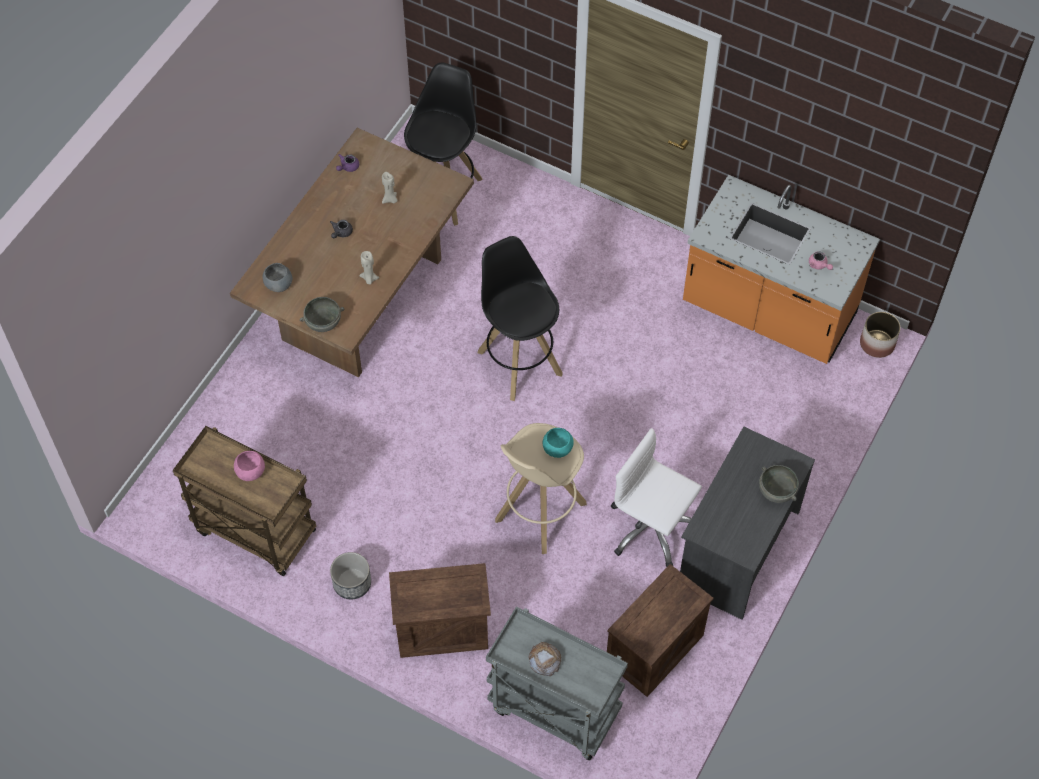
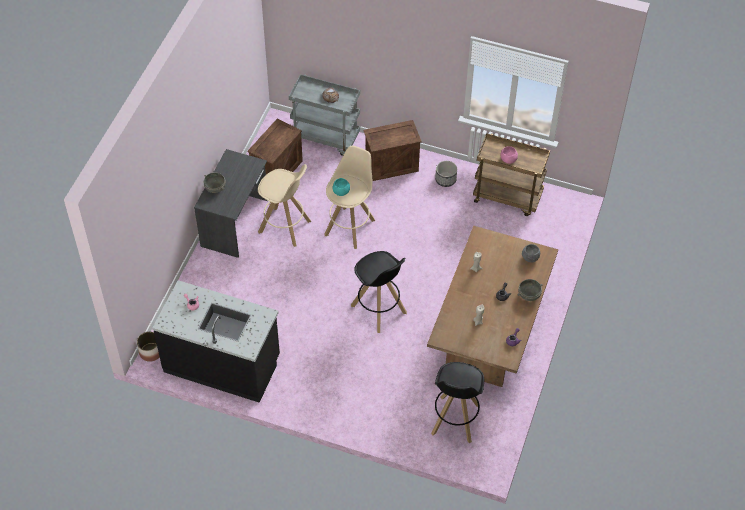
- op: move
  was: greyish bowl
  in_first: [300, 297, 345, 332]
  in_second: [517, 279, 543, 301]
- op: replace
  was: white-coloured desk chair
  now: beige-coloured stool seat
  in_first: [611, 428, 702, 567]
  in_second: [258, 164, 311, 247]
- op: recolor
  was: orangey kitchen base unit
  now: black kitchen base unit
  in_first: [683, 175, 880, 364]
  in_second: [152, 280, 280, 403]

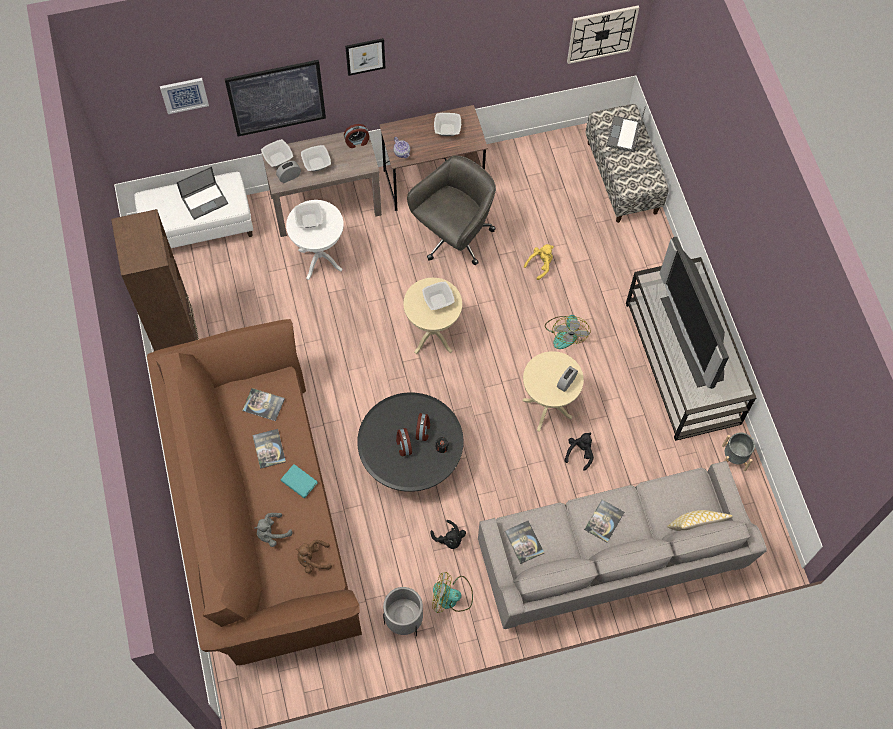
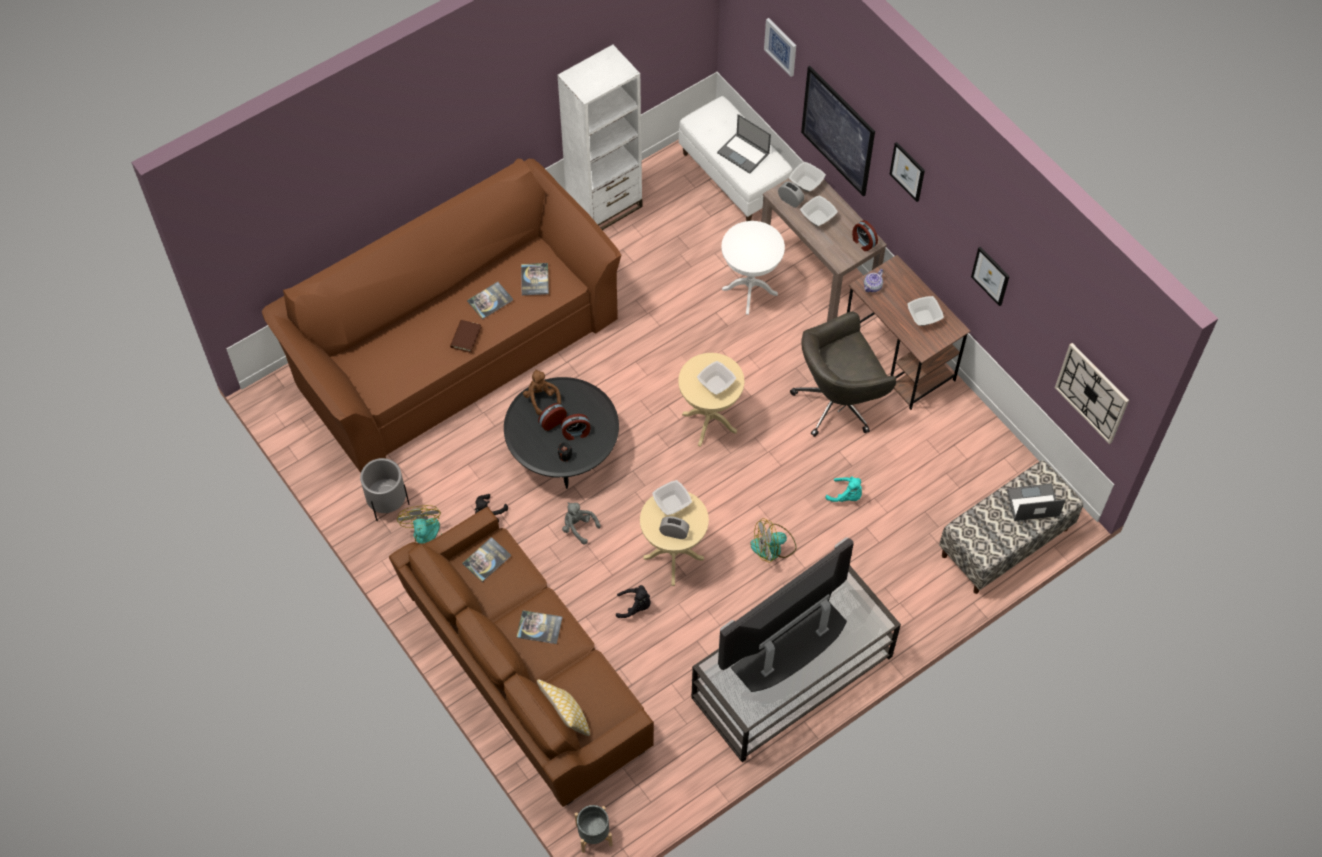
- op: insert
  now: wall art
  in_second: [971, 247, 1010, 306]
- op: move
  was: greyish cuddly toy
  in_first: [254, 513, 293, 547]
  in_second: [562, 502, 601, 544]
- op: move
  was: bowl
  in_first: [294, 203, 323, 228]
  in_second: [652, 480, 692, 515]
- op: move
  was: brown cuddly toy
  in_first: [296, 540, 332, 573]
  in_second: [523, 369, 561, 415]
- op: move
  was: greyish flower pot
  in_first: [722, 433, 755, 471]
  in_second: [575, 805, 612, 853]
- op: recolor
  was: brown bookcase
  now: white-coloured bookcase
  in_first: [111, 209, 199, 351]
  in_second: [557, 45, 642, 230]
- op: recolor
  was: turquoise volume
  now: brown volume
  in_first: [281, 464, 317, 498]
  in_second: [450, 320, 481, 353]
- op: recolor
  was: greyish sofa
  now: brown sofa
  in_first: [478, 461, 767, 629]
  in_second: [389, 507, 654, 807]
- op: recolor
  was: yellow cuddly toy
  now: turquoise cuddly toy
  in_first: [524, 244, 554, 280]
  in_second: [826, 477, 862, 502]
- op: rotate
  was: greyish desk chair
  in_first: [407, 155, 496, 265]
  in_second: [790, 312, 896, 437]
  clockwise: 135

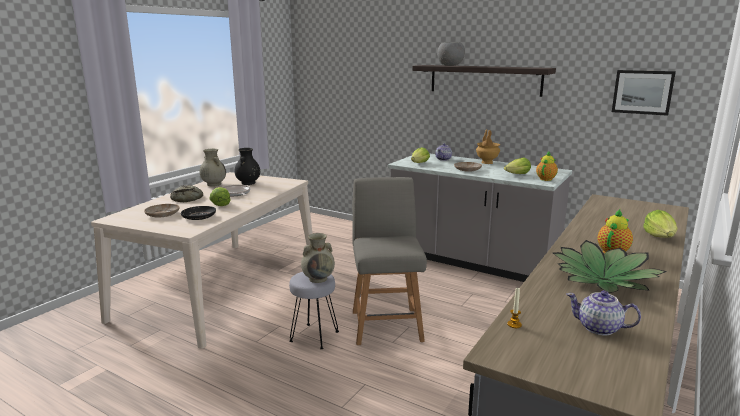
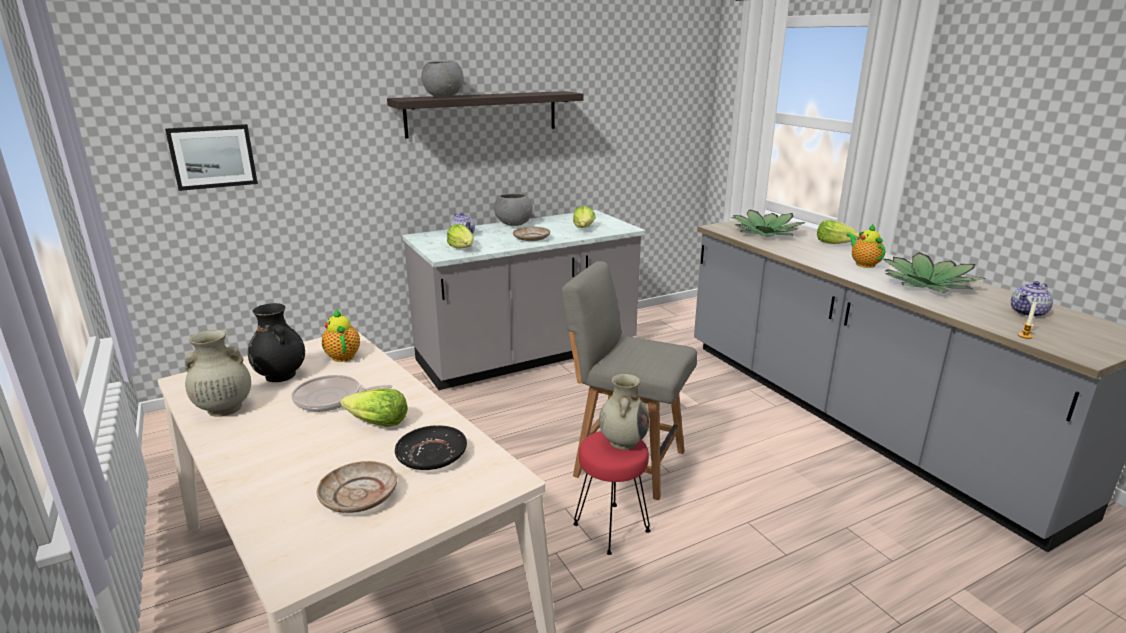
- op: delete
  was: bread
  in_first: [170, 185, 203, 202]
- op: insert
  now: plant in a pot
  in_second: [731, 209, 806, 237]
- op: move
  was: teapot
  in_first: [536, 152, 558, 181]
  in_second: [322, 308, 360, 362]
- op: move
  was: wall art
  in_first: [612, 70, 676, 116]
  in_second: [165, 124, 258, 191]
- op: replace
  was: brown vase
  now: greyish bowl
  in_first: [476, 129, 500, 164]
  in_second: [494, 193, 533, 226]
- op: recolor
  was: greyish stool seat
  now: reddish stool seat
  in_first: [289, 272, 339, 349]
  in_second: [573, 431, 651, 555]

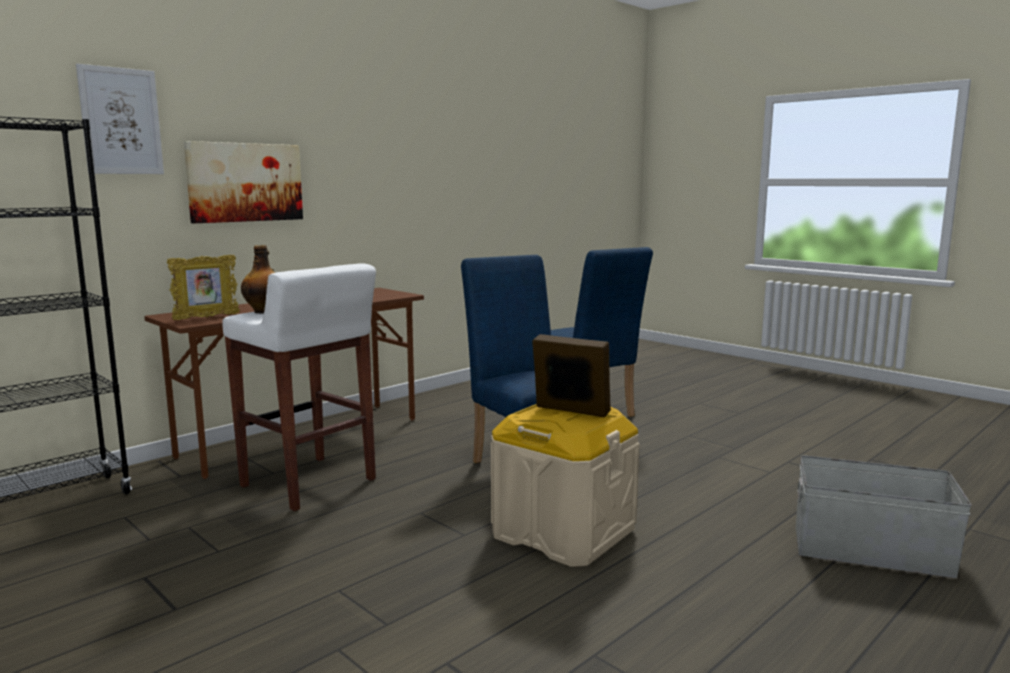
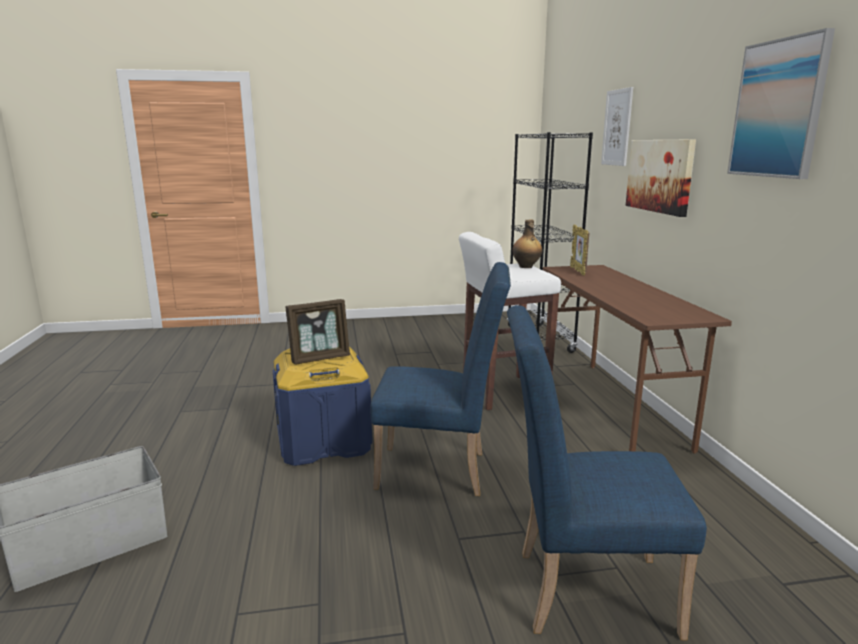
- op: insert
  now: wall art
  in_second: [727, 28, 835, 179]
- op: recolor
  was: beige-coloured storage bin
  now: blue-coloured storage bin
  in_first: [491, 404, 640, 567]
  in_second: [273, 346, 372, 466]

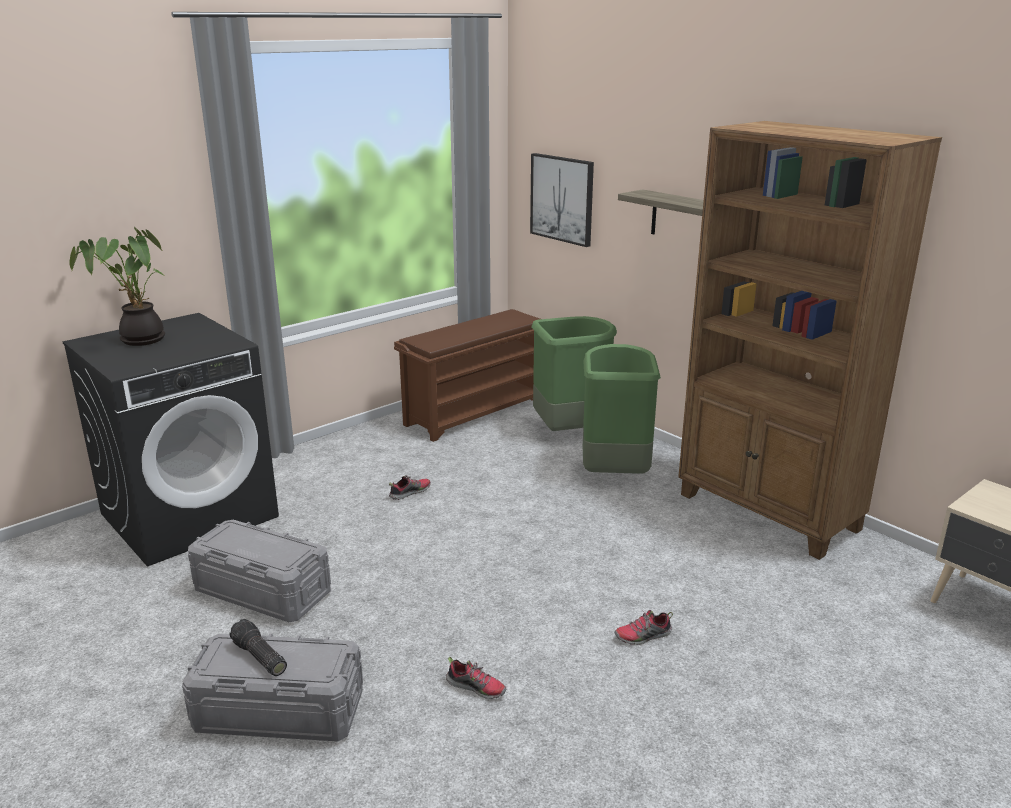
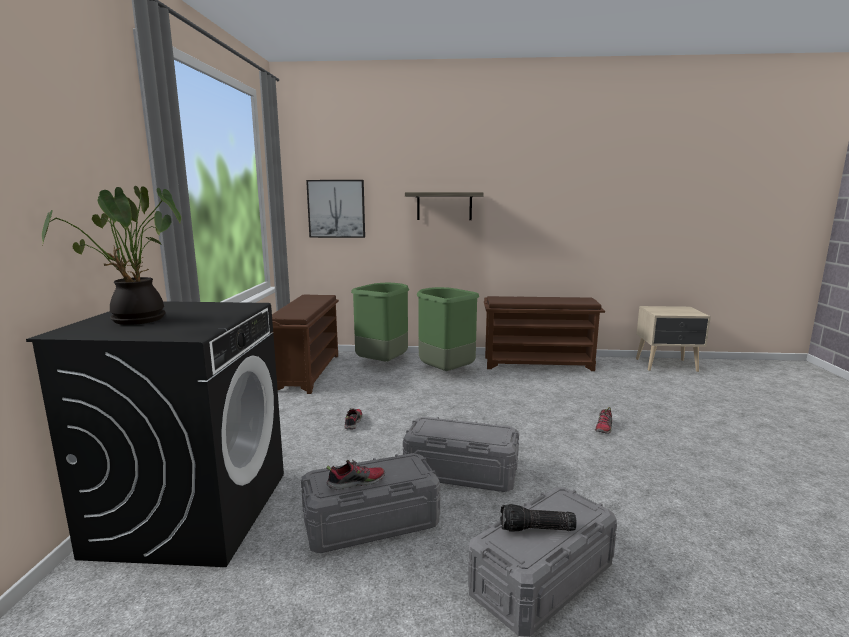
- op: insert
  now: greyish storage bin
  in_second: [403, 417, 519, 492]
- op: move
  was: low shoe
  in_first: [446, 657, 506, 699]
  in_second: [326, 459, 385, 490]
- op: replace
  was: brown bookcase
  now: brown shoe stand
  in_first: [678, 121, 942, 560]
  in_second: [484, 296, 605, 371]

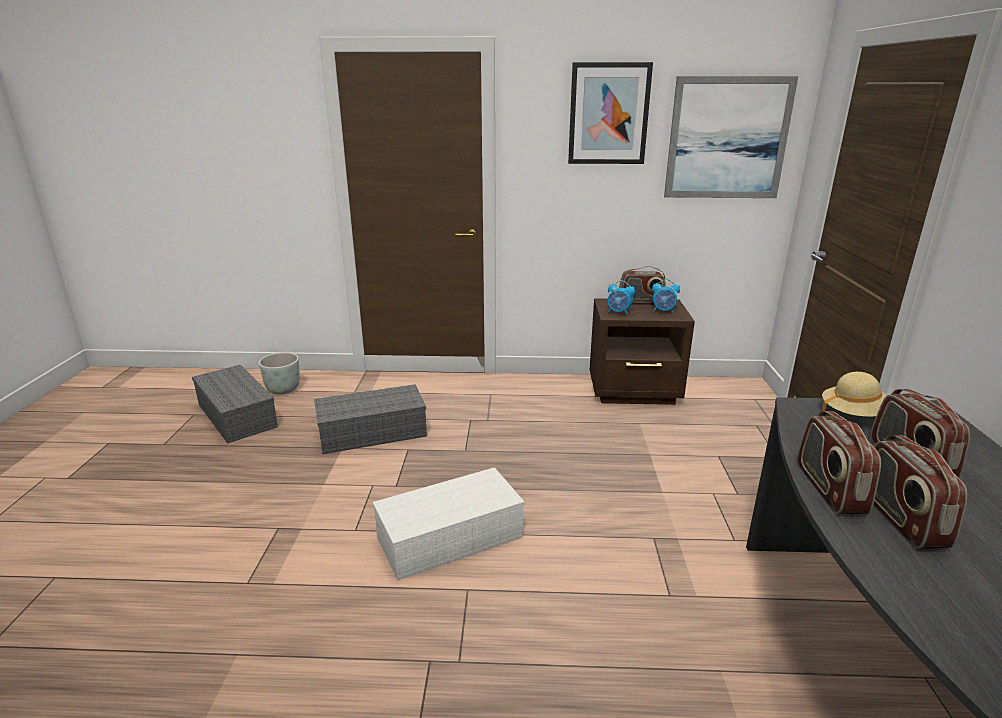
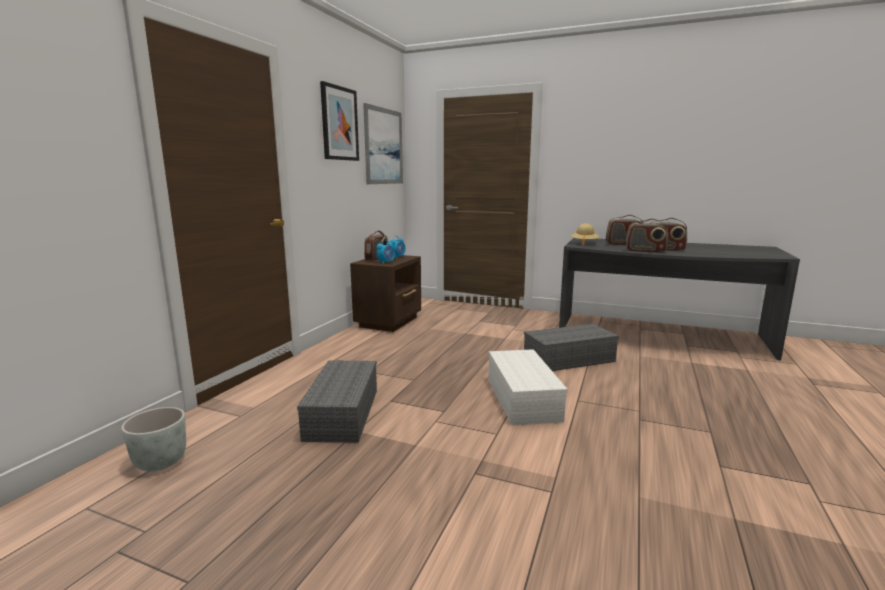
- op: move
  was: greyish storage bin
  in_first: [192, 365, 278, 443]
  in_second: [524, 324, 619, 371]

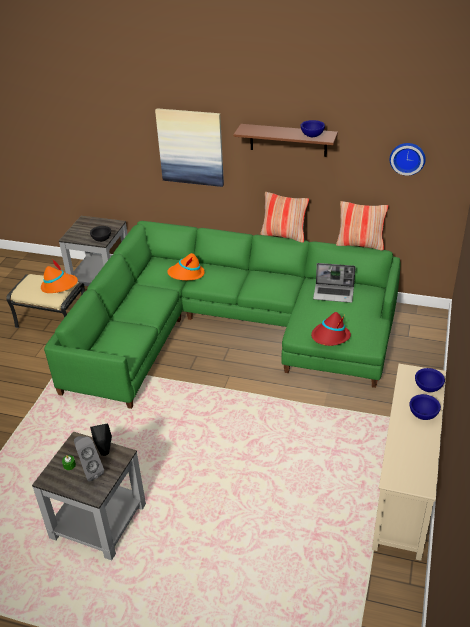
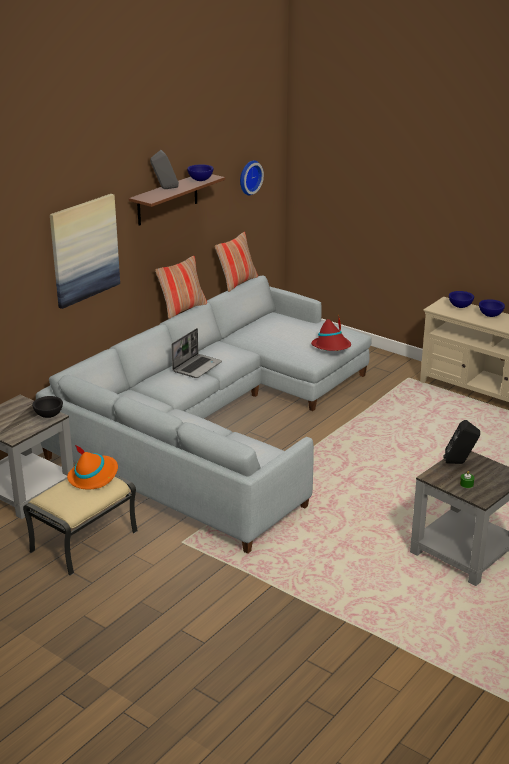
- op: delete
  was: orangey wearable hat
  in_first: [167, 253, 205, 280]
- op: move
  was: greyish loudspeaker
  in_first: [74, 436, 104, 481]
  in_second: [150, 150, 179, 189]
- op: move
  was: laptop
  in_first: [313, 263, 356, 303]
  in_second: [172, 328, 222, 378]
- op: recolor
  was: green sofa
  now: greyish sofa
  in_first: [44, 221, 400, 409]
  in_second: [36, 275, 372, 554]

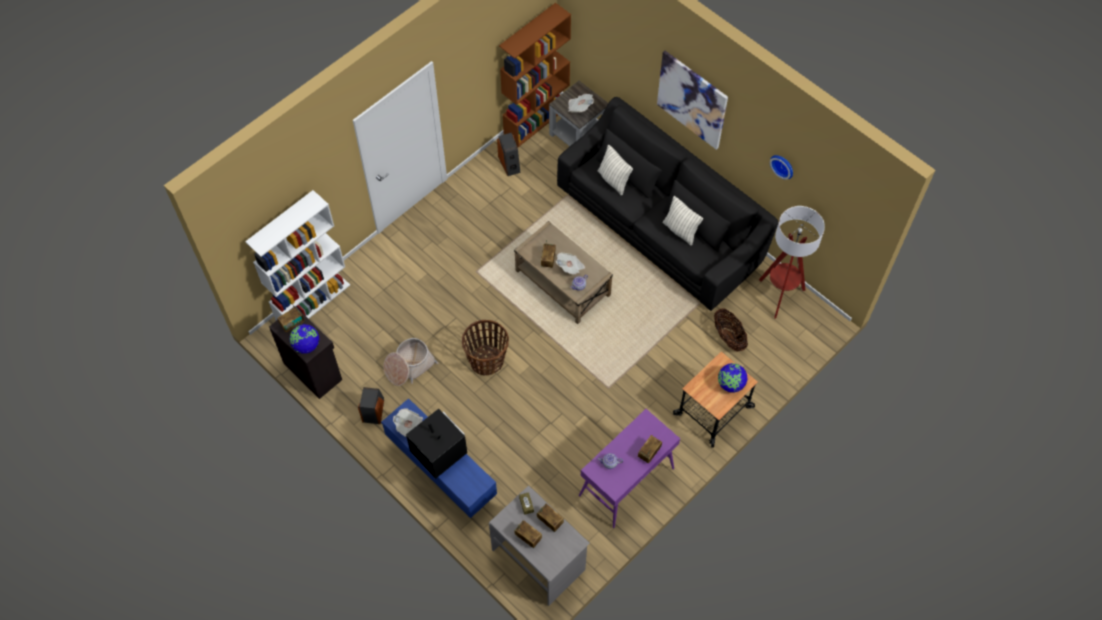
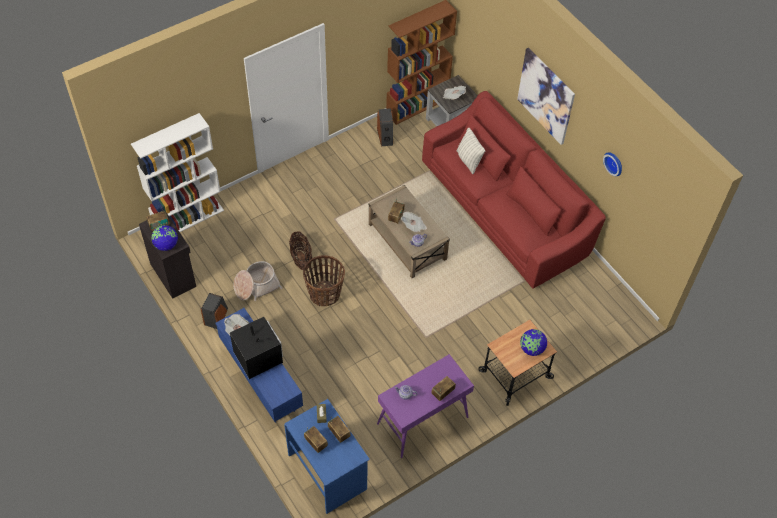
- op: delete
  was: pillow
  in_first: [663, 196, 703, 246]
- op: delete
  was: floor lamp
  in_first: [759, 206, 825, 319]
- op: move
  was: storage basket
  in_first: [714, 308, 748, 352]
  in_second: [289, 231, 312, 270]
- op: recolor
  was: greyish desk unit
  now: blue-coloured desk unit
  in_first: [489, 485, 590, 606]
  in_second: [284, 399, 370, 514]
- op: recolor
  was: black sofa
  now: reddish sofa
  in_first: [557, 97, 778, 311]
  in_second: [422, 91, 606, 289]

